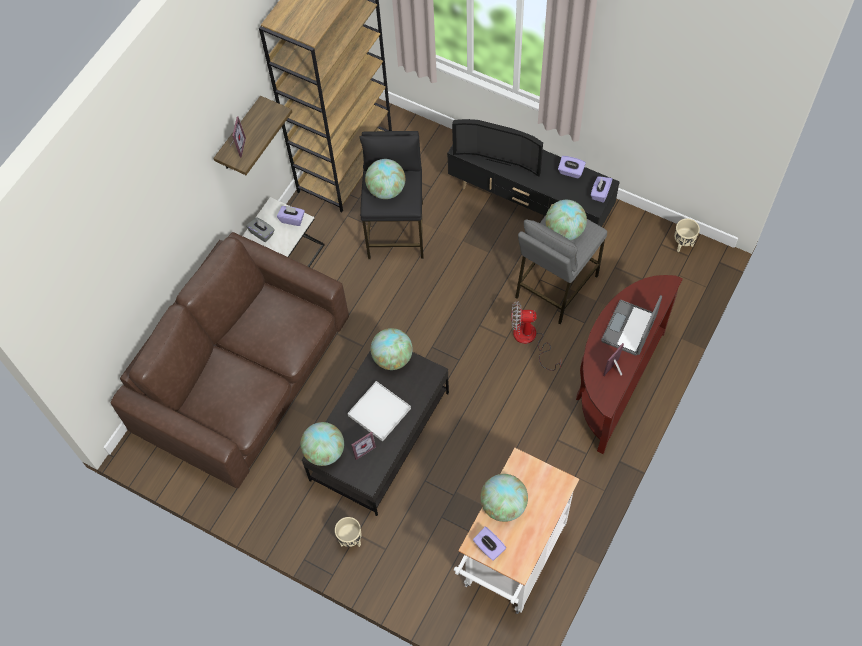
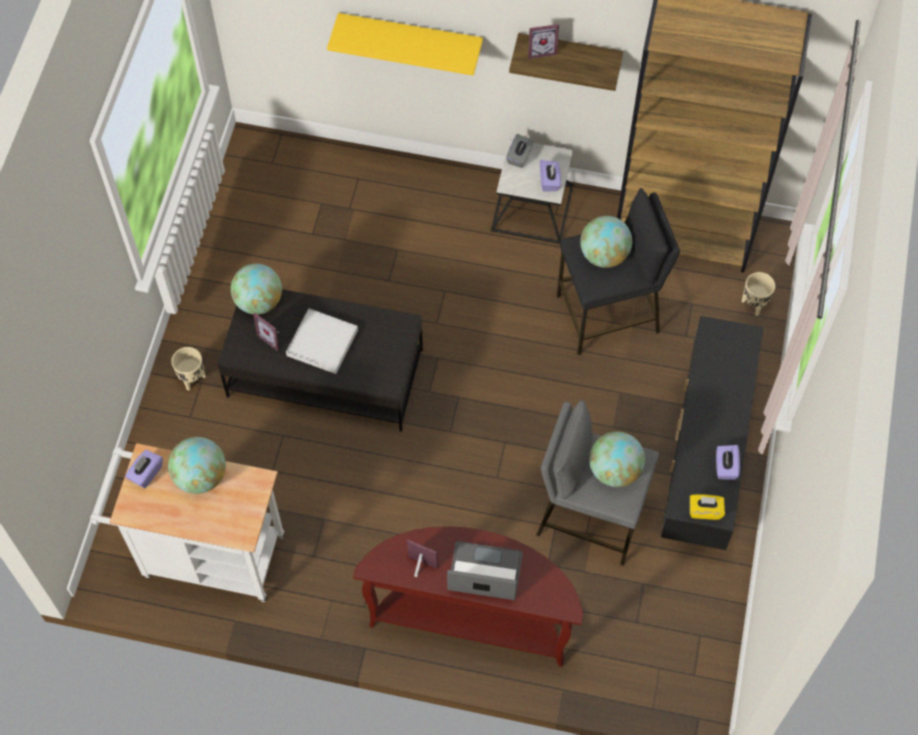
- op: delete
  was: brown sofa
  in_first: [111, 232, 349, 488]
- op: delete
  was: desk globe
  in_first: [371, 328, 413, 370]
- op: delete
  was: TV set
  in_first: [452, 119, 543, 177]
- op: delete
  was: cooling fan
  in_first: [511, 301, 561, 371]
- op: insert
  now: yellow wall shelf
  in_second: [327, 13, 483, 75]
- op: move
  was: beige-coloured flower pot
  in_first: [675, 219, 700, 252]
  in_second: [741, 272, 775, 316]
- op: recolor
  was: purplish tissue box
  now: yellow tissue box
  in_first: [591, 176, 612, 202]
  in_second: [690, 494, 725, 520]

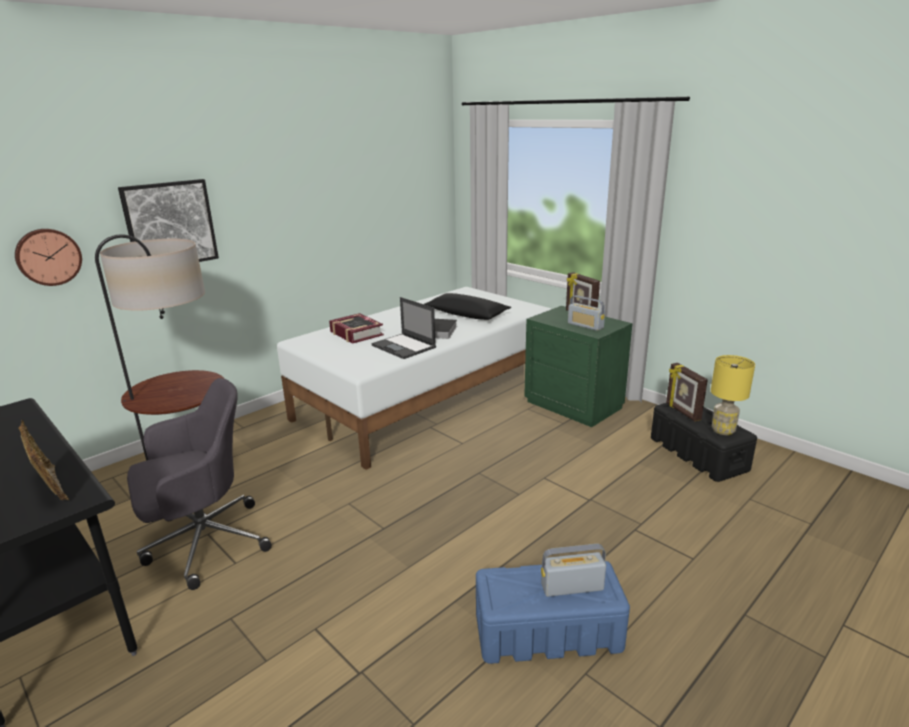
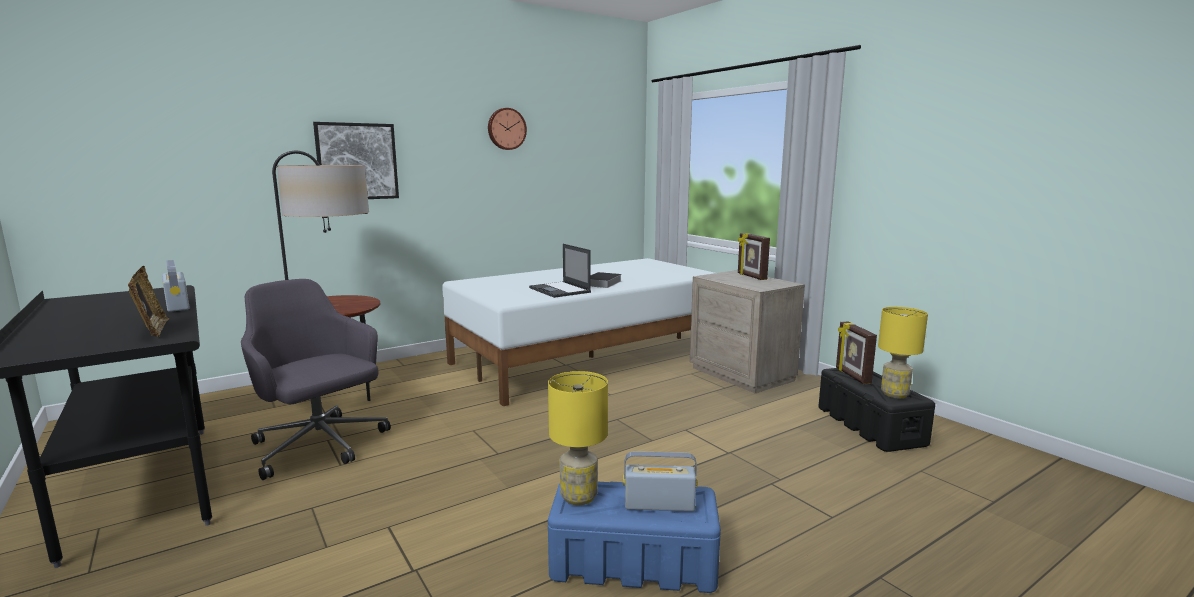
- op: delete
  was: volume
  in_first: [329, 313, 384, 344]
- op: delete
  was: black pillow
  in_first: [424, 293, 511, 320]
- op: insert
  now: yellow lamp for a table
  in_second: [548, 371, 608, 505]
- op: move
  was: clock on the wall
  in_first: [15, 229, 82, 286]
  in_second: [488, 108, 527, 150]
- op: move
  was: radio
  in_first: [568, 295, 605, 331]
  in_second: [162, 260, 190, 312]
- op: recolor
  was: green bedside table
  now: beige-coloured bedside table
  in_first: [524, 306, 633, 427]
  in_second: [690, 270, 805, 393]
- op: rotate
  was: greyish desk chair
  in_first: [127, 378, 272, 590]
  in_second: [241, 279, 391, 480]
  clockwise: -120

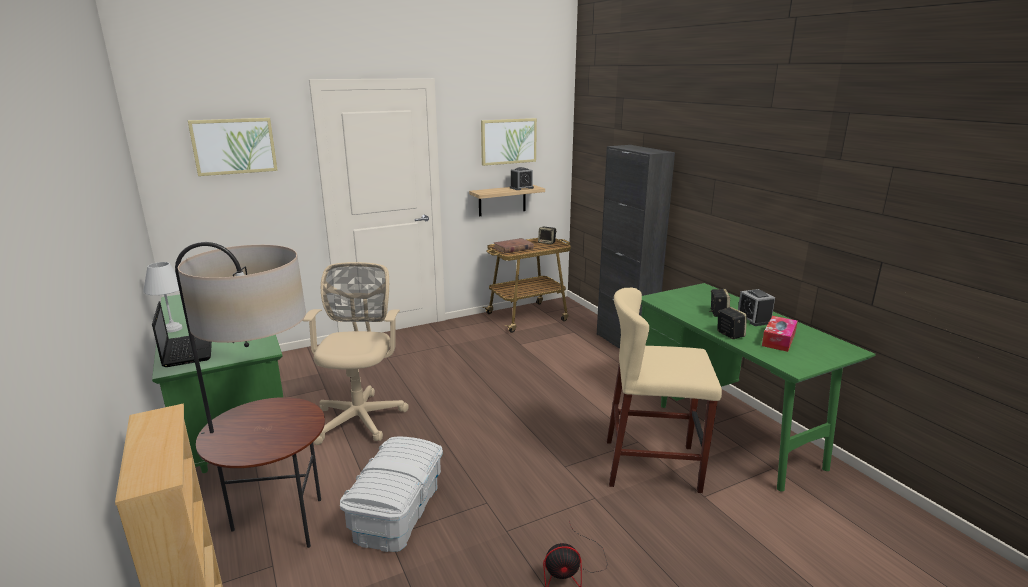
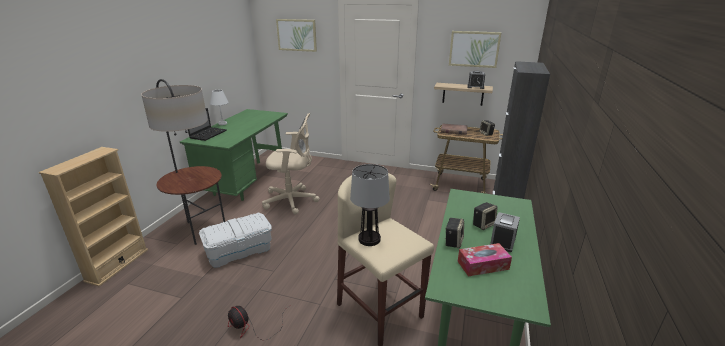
- op: insert
  now: lamp for a table
  in_second: [350, 164, 390, 246]
- op: rotate
  was: beige-coloured desk chair
  in_first: [302, 262, 409, 445]
  in_second: [262, 113, 319, 215]
  clockwise: 45

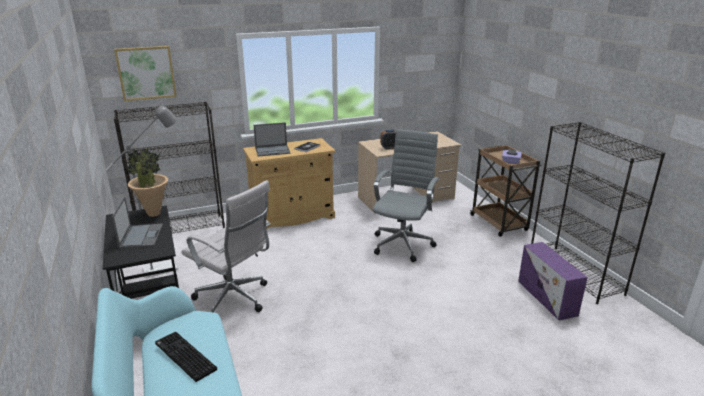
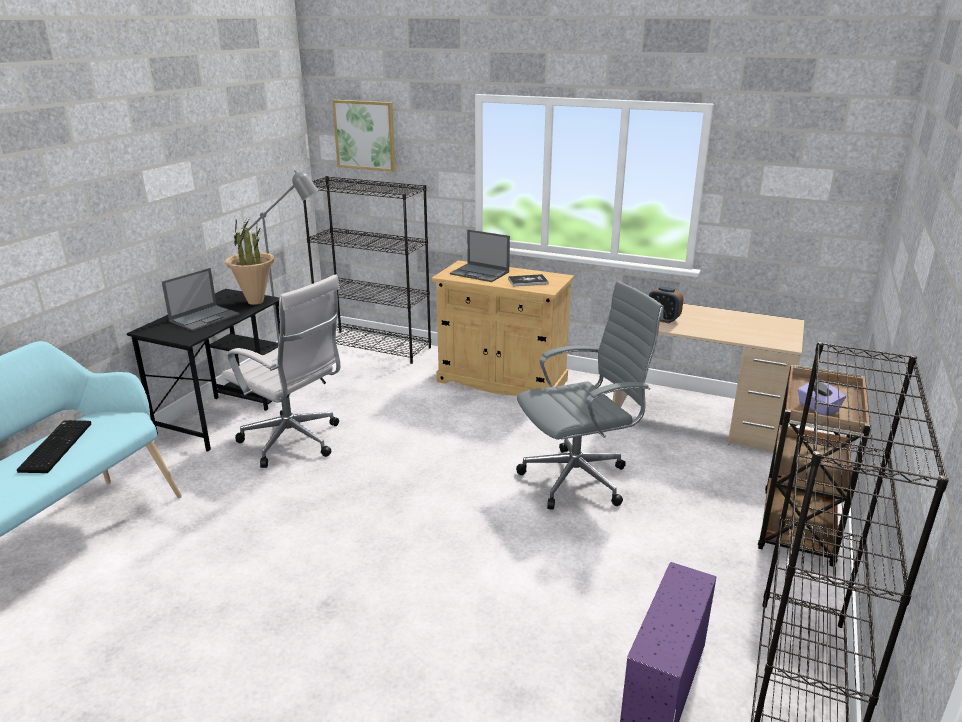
- op: rotate
  was: white-coloured desk chair
  in_first: [181, 180, 271, 313]
  in_second: [222, 274, 342, 468]
  clockwise: -45

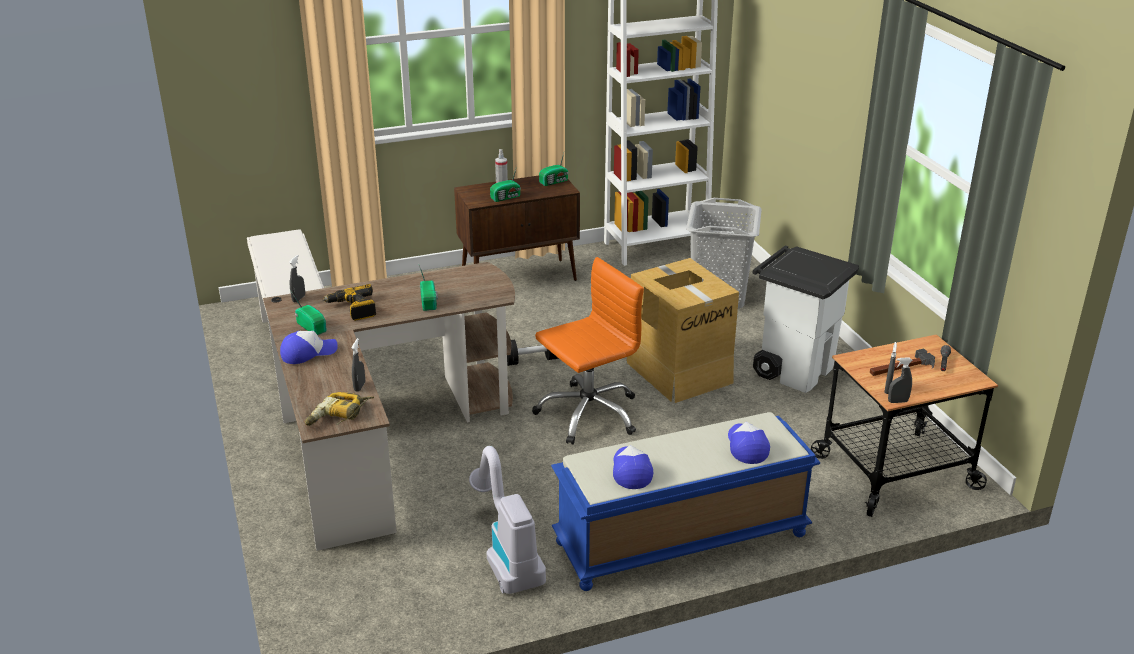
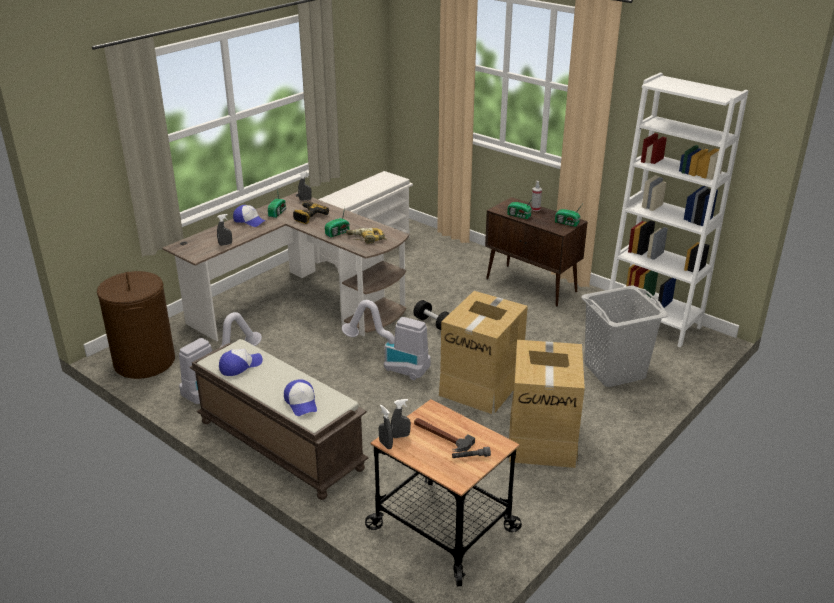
- op: insert
  now: brown hamper
  in_second: [97, 271, 175, 379]
- op: move
  was: power drill
  in_first: [305, 392, 374, 426]
  in_second: [346, 228, 387, 244]
- op: replace
  was: orangey desk chair
  now: hoover
  in_first: [532, 257, 644, 445]
  in_second: [342, 300, 431, 380]
- op: replace
  was: white-coloured trash can
  now: packing box
  in_first: [752, 246, 859, 393]
  in_second: [509, 340, 585, 468]
- op: recolor
  was: blue-coloured long seat
  now: brown long seat
  in_first: [551, 412, 820, 591]
  in_second: [190, 339, 368, 500]
- op: rotate
  was: cap
  in_first: [728, 422, 770, 464]
  in_second: [284, 379, 317, 416]
  clockwise: 105

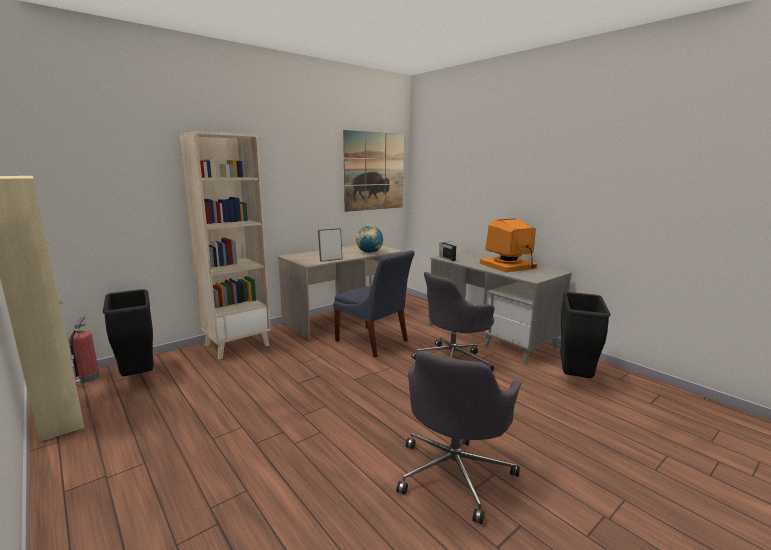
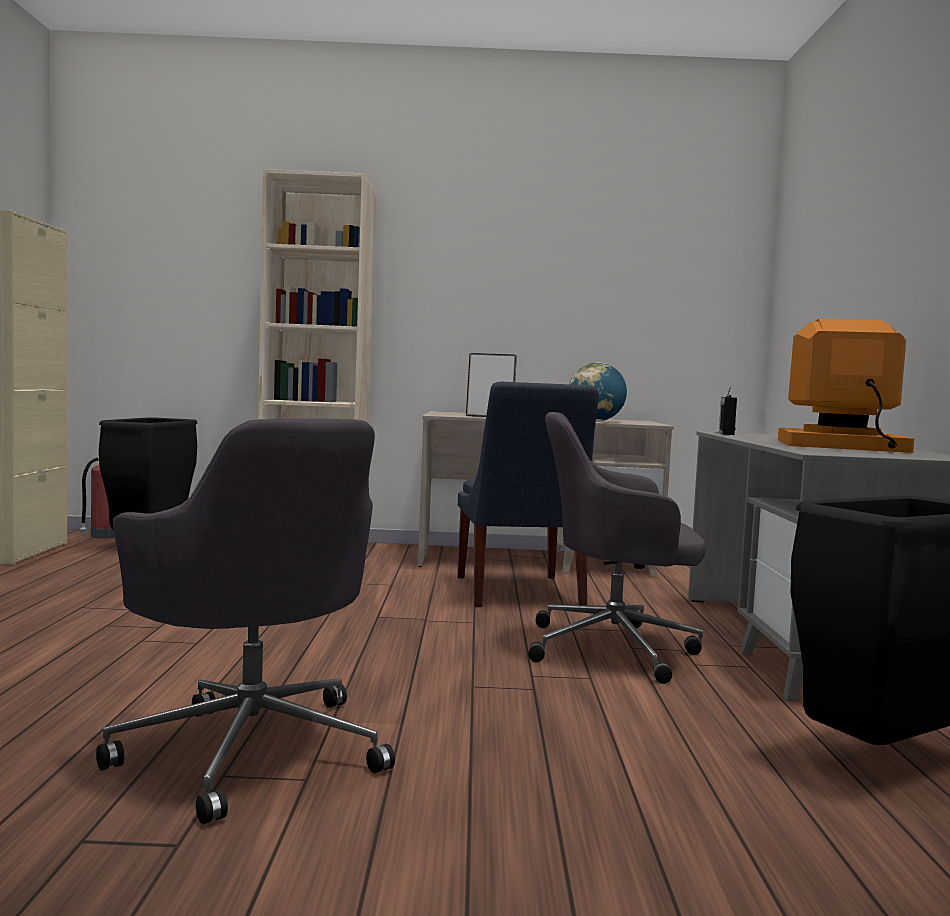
- op: delete
  was: wall art
  in_first: [343, 130, 404, 212]
- op: rotate
  was: greyish desk chair
  in_first: [396, 351, 521, 524]
  in_second: [96, 418, 395, 824]
  clockwise: -105

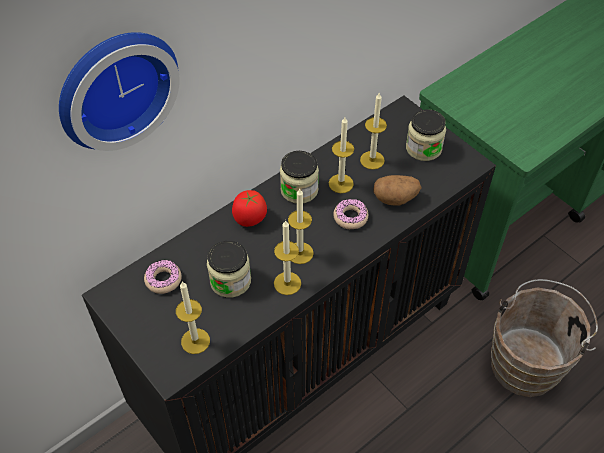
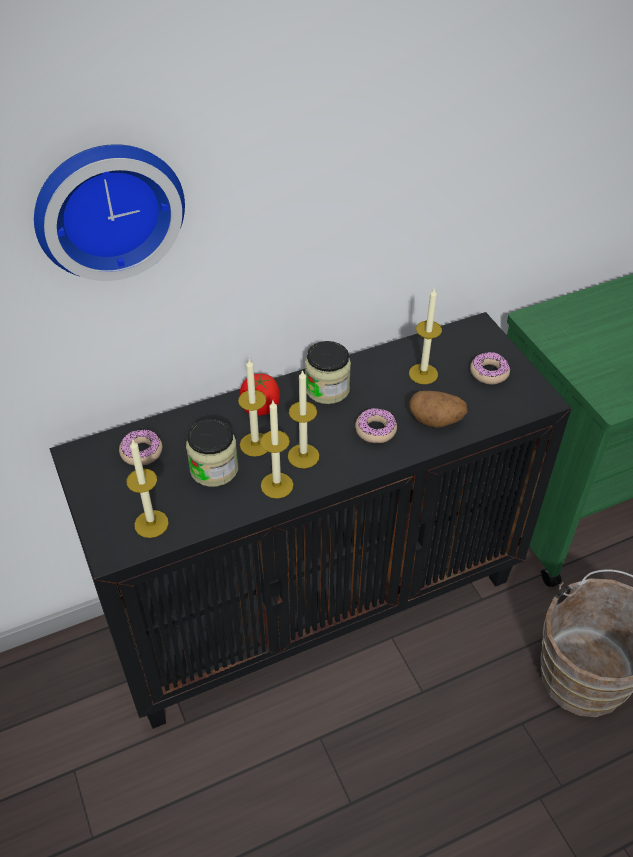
- op: move
  was: candle
  in_first: [329, 117, 354, 193]
  in_second: [238, 359, 268, 457]
- op: replace
  was: preserve jar
  now: ring doughnut
  in_first: [406, 110, 446, 161]
  in_second: [470, 352, 510, 384]

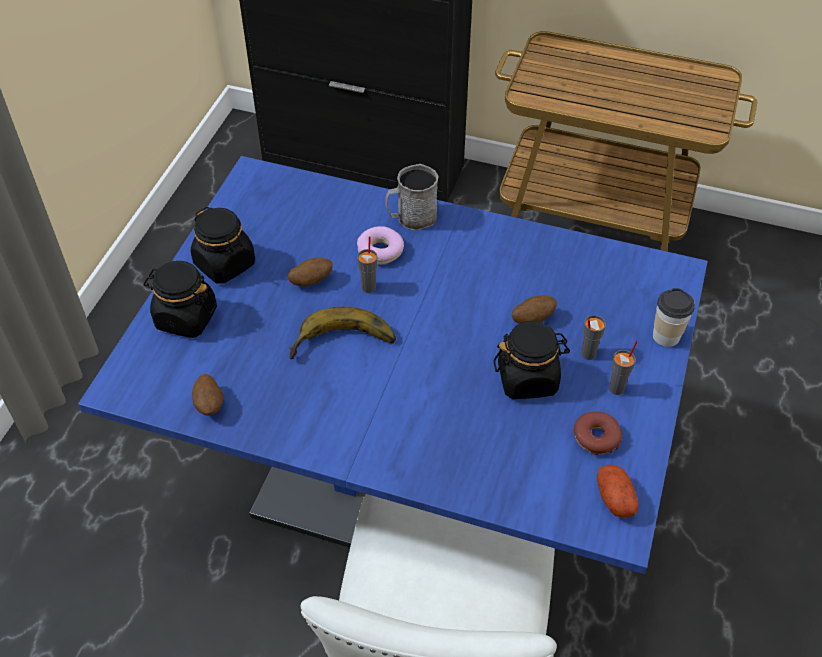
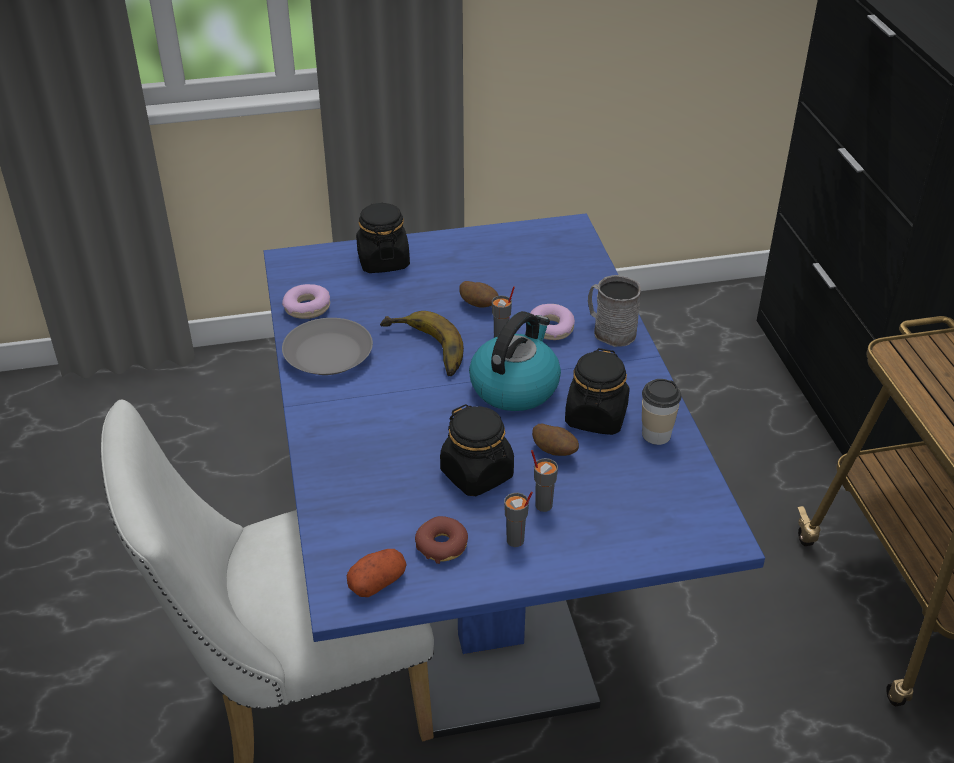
- op: insert
  now: greyish plate
  in_second: [282, 318, 373, 375]
- op: insert
  now: kettle
  in_second: [469, 311, 561, 411]
- op: move
  was: black preserve jar
  in_first: [191, 207, 255, 284]
  in_second: [565, 348, 630, 435]
- op: move
  was: cup
  in_first: [653, 288, 695, 347]
  in_second: [642, 379, 681, 445]
- op: replace
  was: potato
  now: ring doughnut
  in_first: [192, 374, 224, 415]
  in_second: [282, 284, 330, 319]

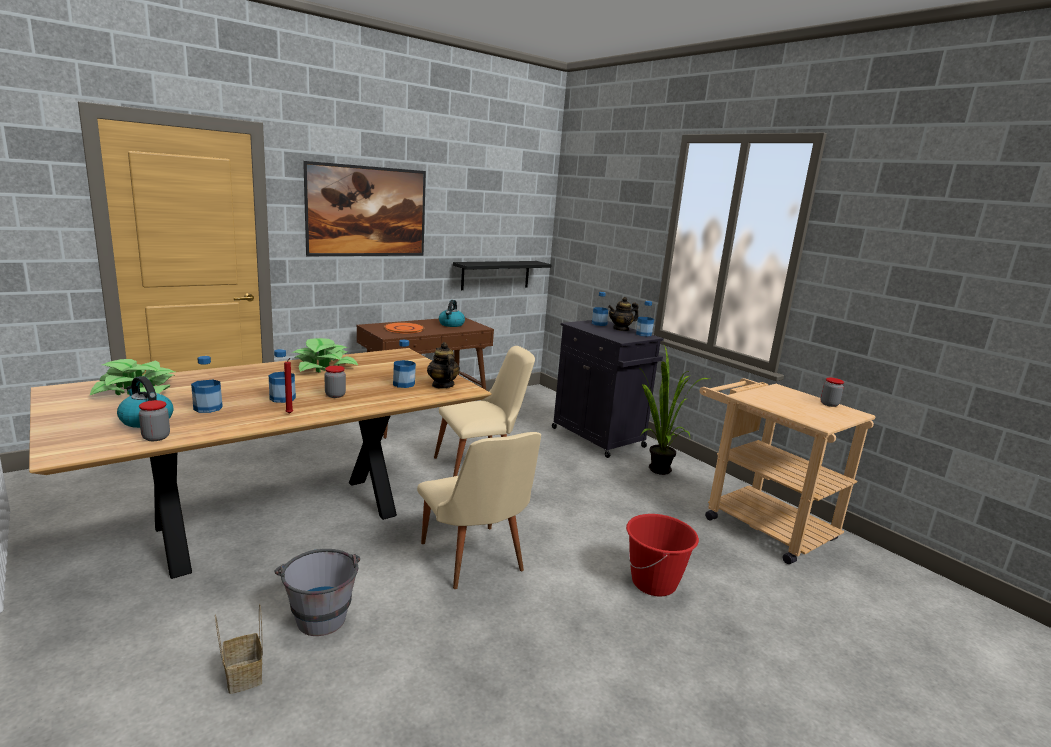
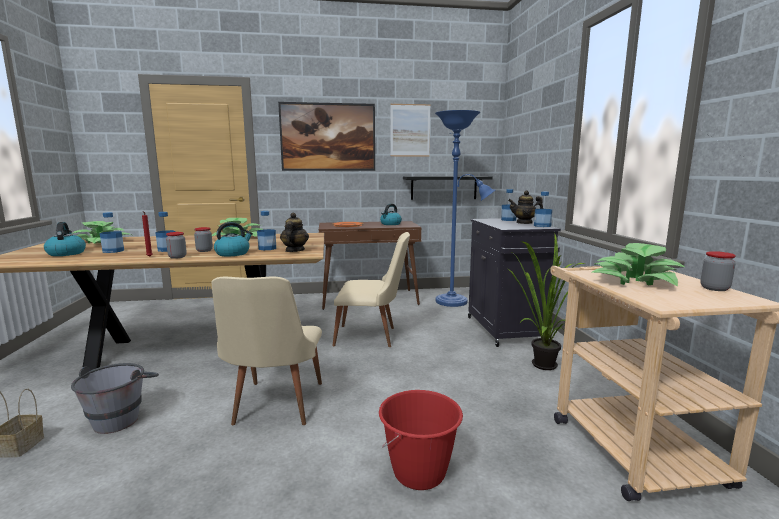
- op: insert
  now: kettle
  in_second: [214, 222, 253, 256]
- op: insert
  now: wall art
  in_second: [391, 104, 431, 157]
- op: insert
  now: blue-coloured floor lamp
  in_second: [435, 110, 495, 307]
- op: insert
  now: plant in a pot
  in_second: [591, 243, 684, 287]
- op: move
  was: preserve jar
  in_first: [139, 400, 170, 441]
  in_second: [166, 232, 187, 259]

